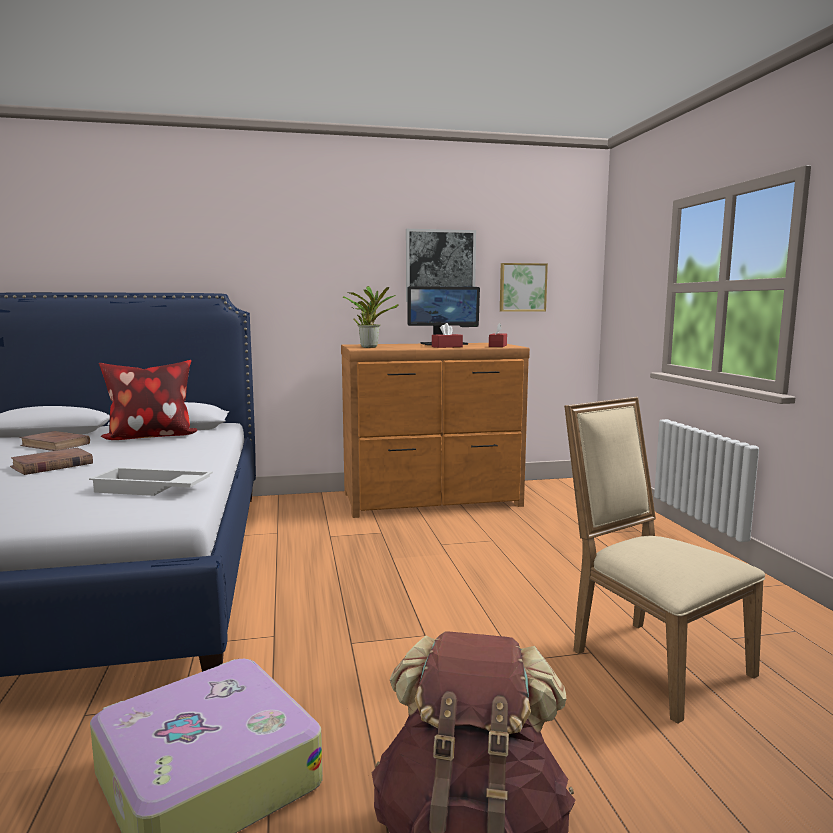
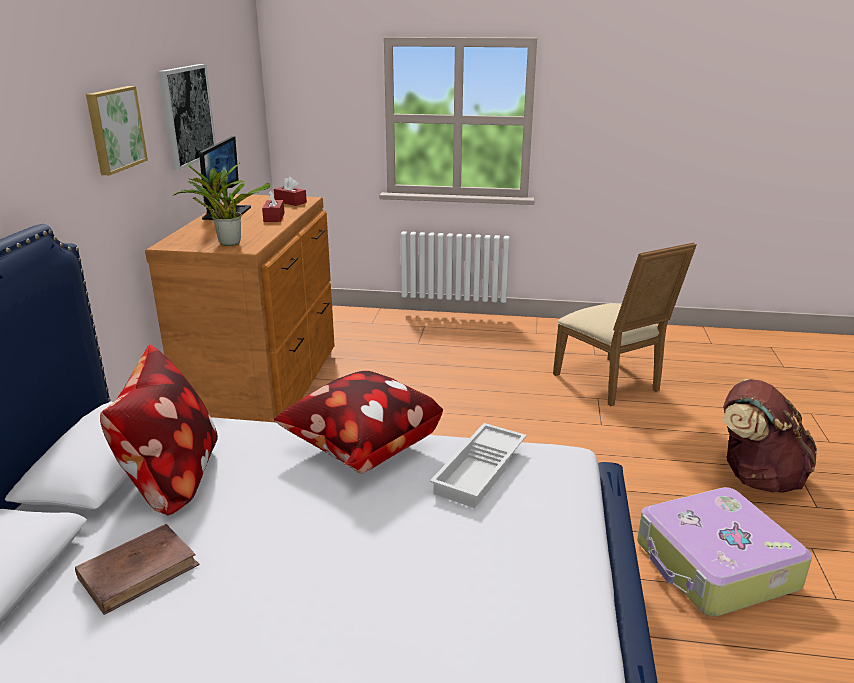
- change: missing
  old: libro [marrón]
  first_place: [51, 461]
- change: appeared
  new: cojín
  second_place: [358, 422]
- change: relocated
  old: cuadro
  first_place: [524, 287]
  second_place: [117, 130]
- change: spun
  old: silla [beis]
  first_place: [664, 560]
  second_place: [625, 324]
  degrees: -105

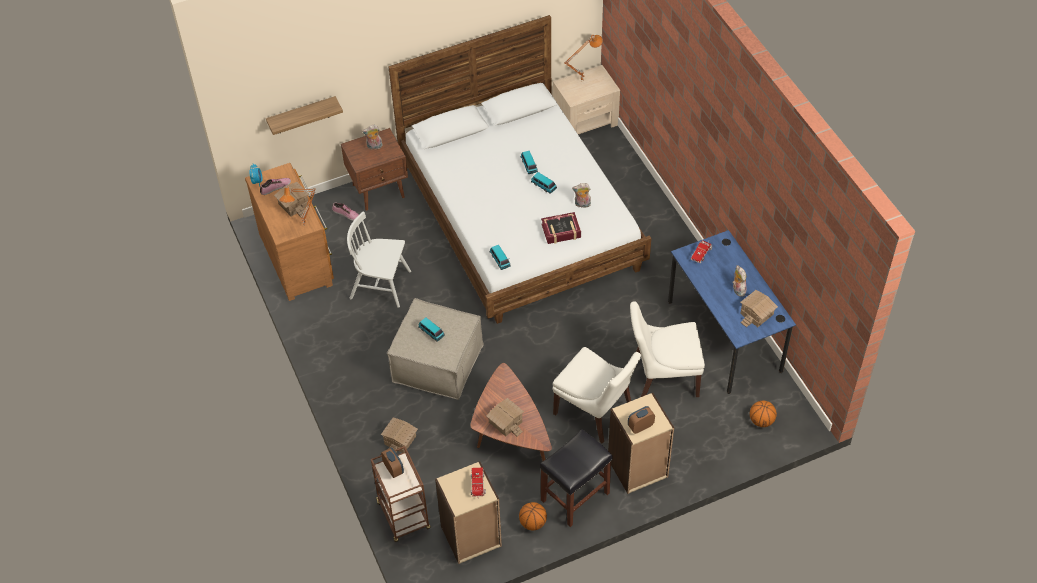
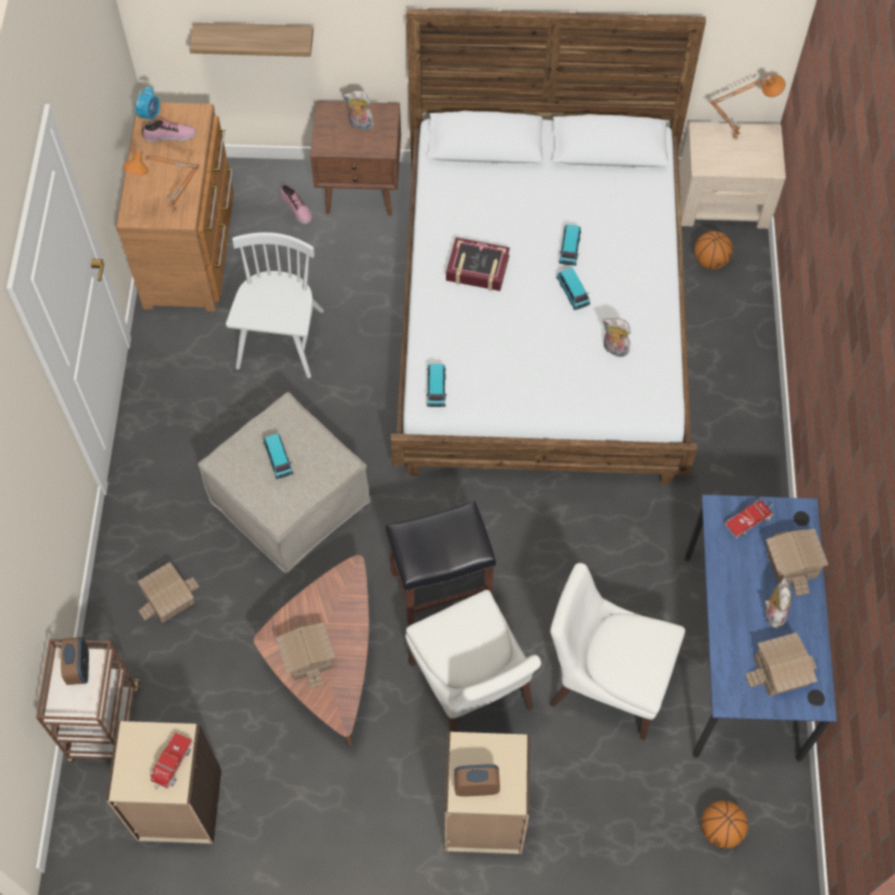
- change: relocated
  old: casita
  first_place: [291, 200]
  second_place: [797, 562]
- change: relocated
  old: balón de baloncesto
  first_place: [533, 516]
  second_place: [713, 250]
- change: relocated
  old: taburete [negro]
  first_place: [576, 478]
  second_place: [440, 564]
- change: relocated
  old: libro
  first_place: [561, 228]
  second_place: [478, 264]
- change: spun
  old: silla [blanco]
  first_place: [379, 260]
  second_place: [275, 305]
  degrees: 60

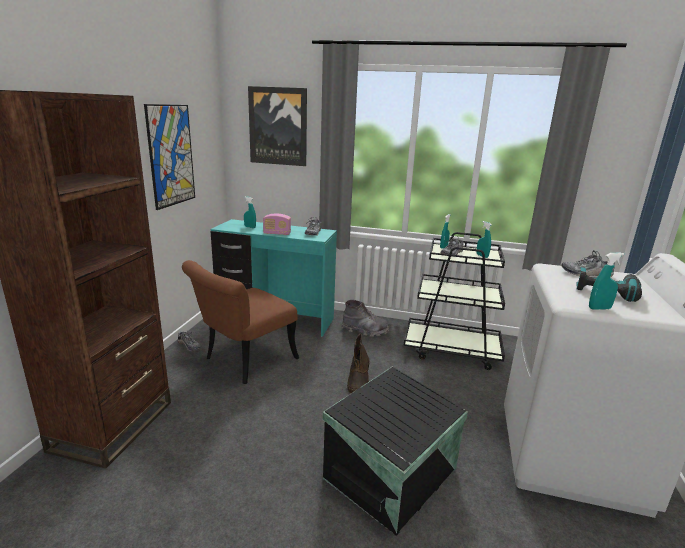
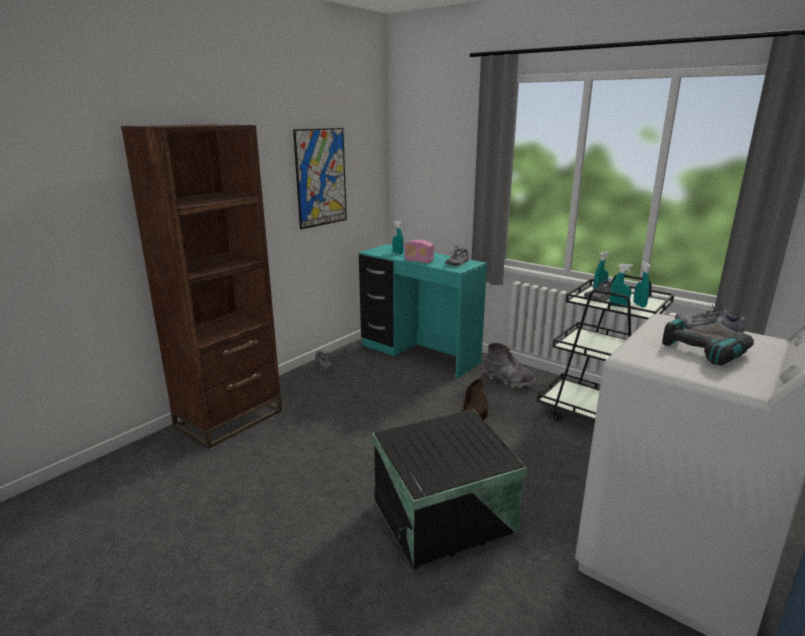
- change: missing
  old: silla [marrón]
  first_place: [240, 322]
- change: missing
  old: cuadro
  first_place: [277, 126]
- change: relocated
  old: pulverizador [turquesa]
  first_place: [607, 281]
  second_place: [621, 285]

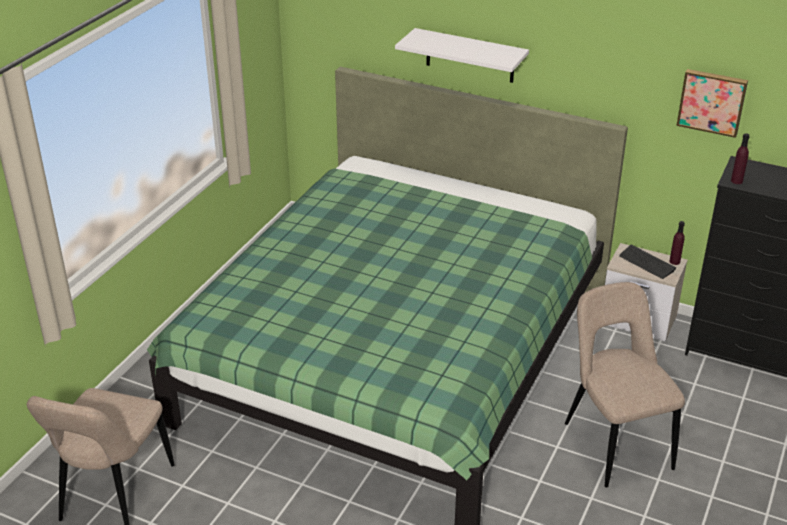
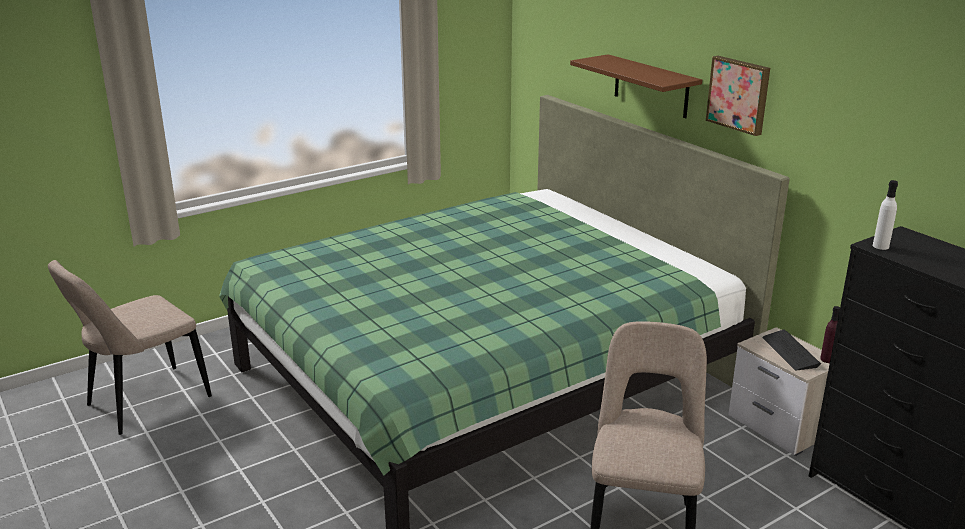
- change: relocated
  old: cuadro
  first_place: [712, 103]
  second_place: [738, 96]
- change: colour
  old: estante [blanco]
  new: estante [marrón]
  first_place: [462, 55]
  second_place: [636, 86]
- change: colour
  old: botella [morado]
  new: botella [blanco]
  first_place: [740, 158]
  second_place: [885, 215]

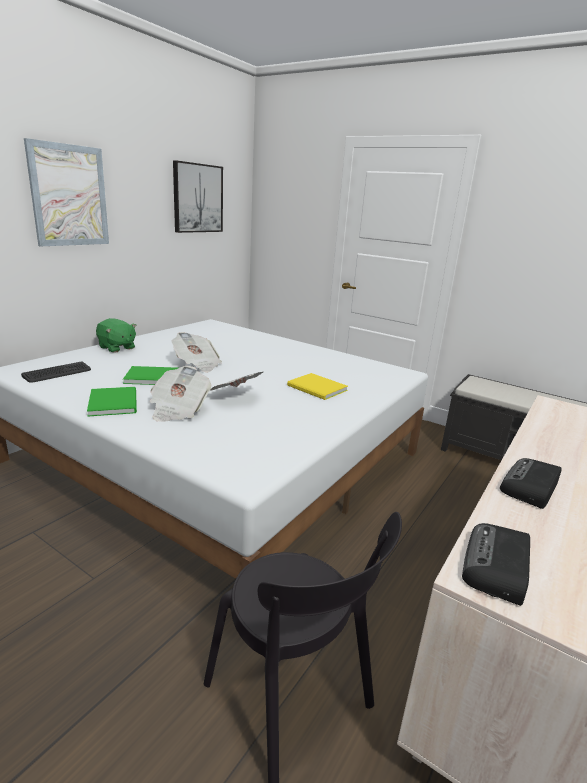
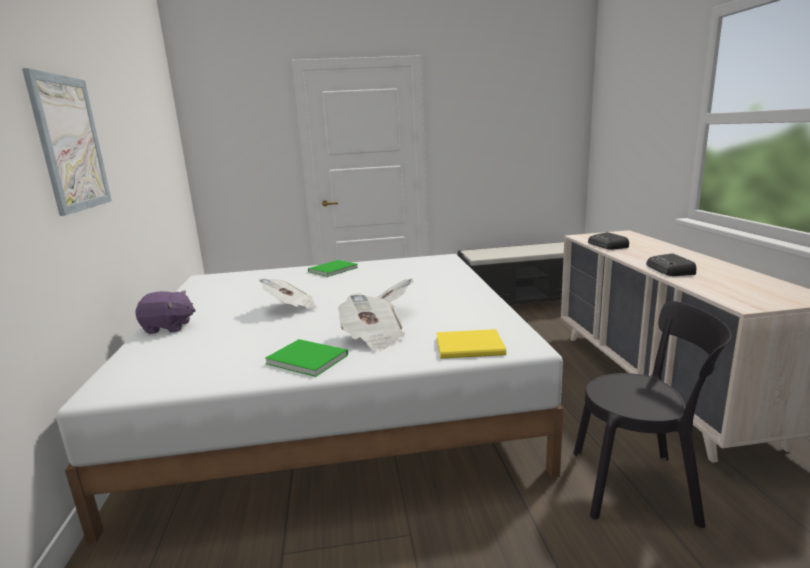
- change: missing
  old: teclado
  first_place: [56, 372]
- change: missing
  old: cuadro
  first_place: [198, 196]
- change: relocated
  old: libro [verde]
  first_place: [150, 375]
  second_place: [333, 268]
- change: relocated
  old: libro [amarillo]
  first_place: [317, 386]
  second_place: [471, 344]
- change: relocated
  old: radio
  first_place: [496, 564]
  second_place: [608, 241]
- change: colour
  old: peluche [verde]
  new: peluche [morado]
  first_place: [116, 335]
  second_place: [165, 312]

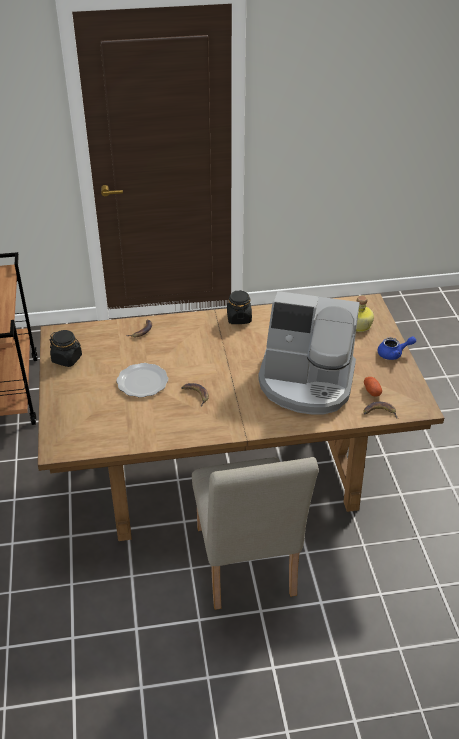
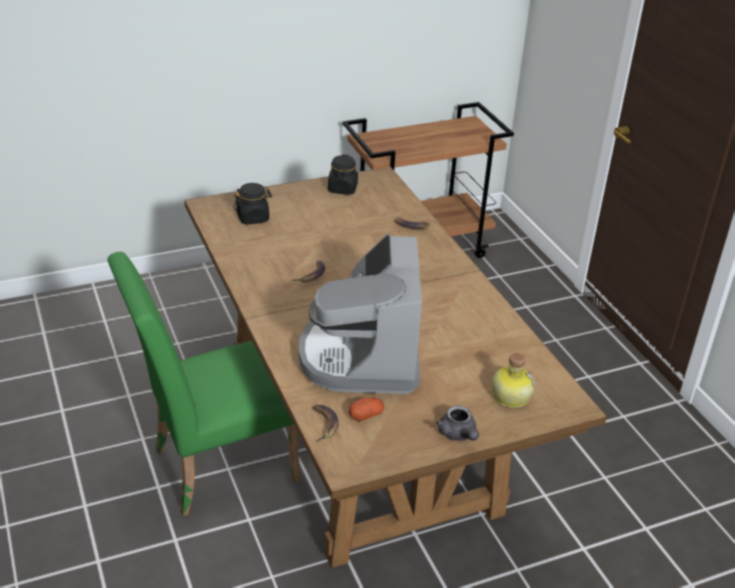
- change: missing
  old: plato
  first_place: [142, 380]
- change: relocated
  old: tarro [negro]
  first_place: [239, 307]
  second_place: [253, 203]
- change: colour
  old: silla [beis]
  new: silla [verde]
  first_place: [255, 533]
  second_place: [203, 384]
- change: colour
  old: tetera [azul]
  new: tetera [gris]
  first_place: [397, 348]
  second_place: [457, 423]

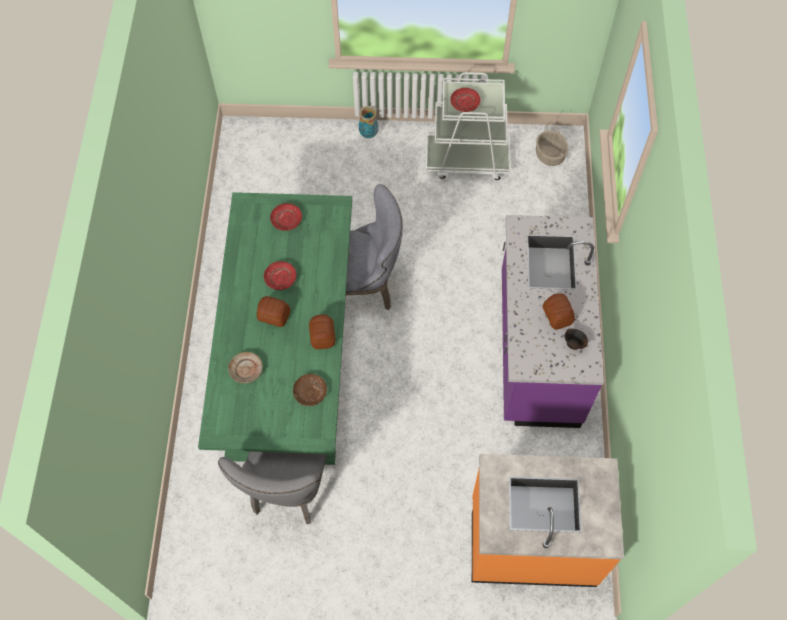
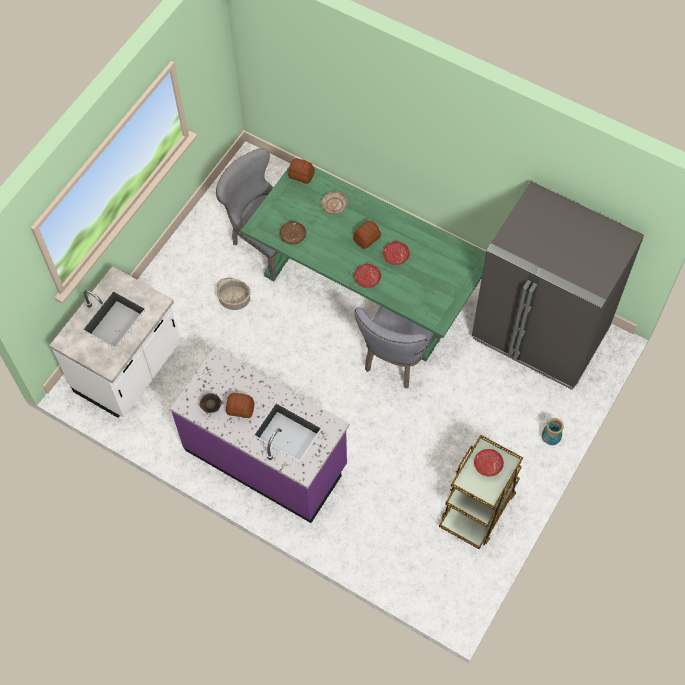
- change: appeared
  new: nevera [gris]
  second_place: [558, 285]
- change: relocated
  old: plato [rojo]
  first_place: [286, 217]
  second_place: [367, 276]
- change: relocated
  old: pan
  first_place: [322, 331]
  second_place: [301, 171]
- change: relocated
  old: cesta
  first_place: [552, 143]
  second_place: [234, 294]
- change: colour
  old: carrito [blanco]
  new: carrito [marrón]
  first_place: [468, 126]
  second_place: [481, 492]
- change: colour
  old: mueble bajo de cocina [naranja]
  new: mueble bajo de cocina [blanco]
  first_place: [548, 520]
  second_place: [115, 342]

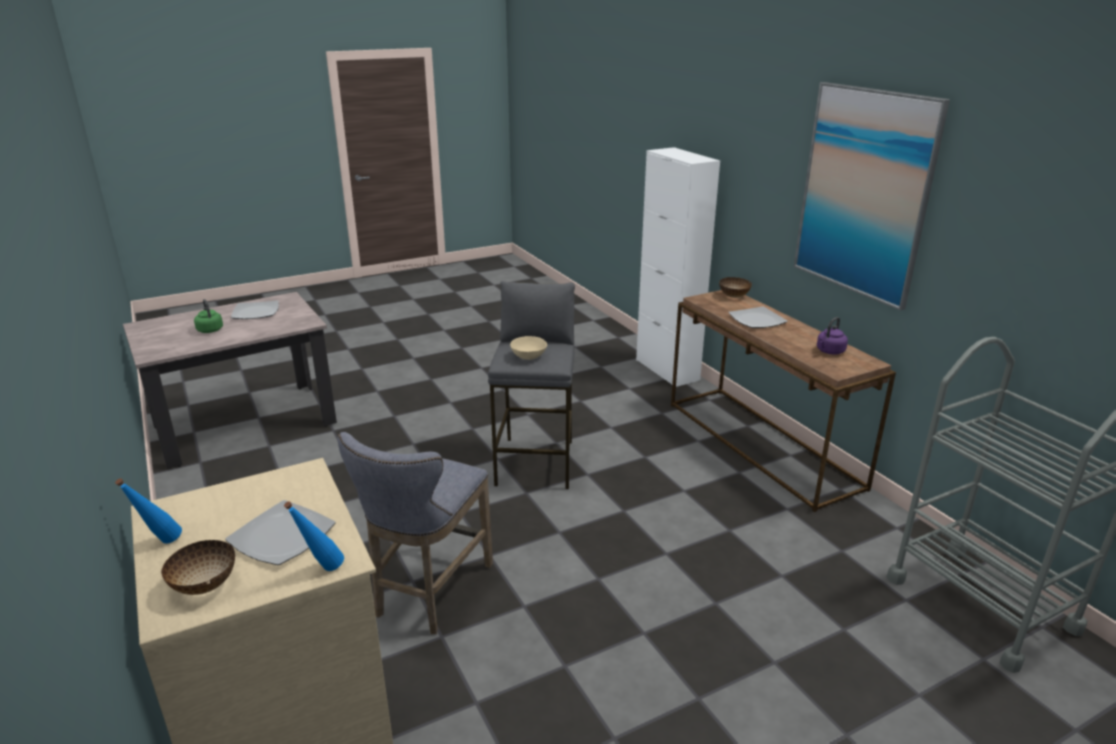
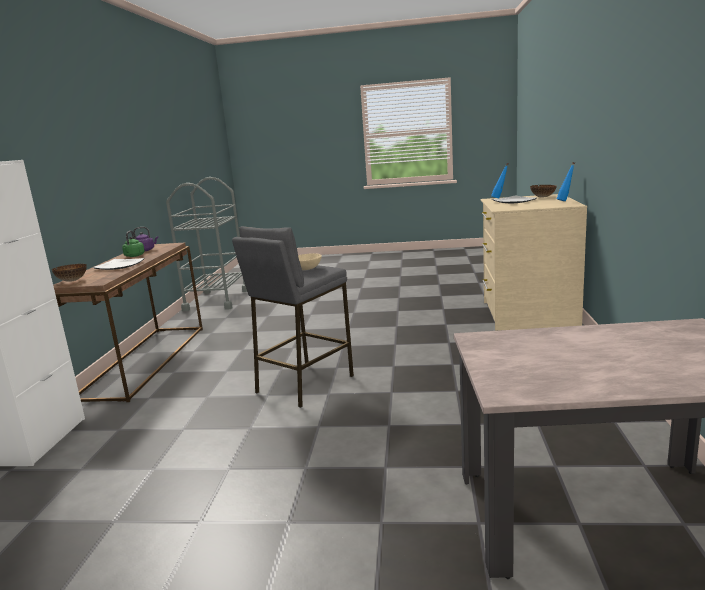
- change: missing
  old: plato
  first_place: [255, 309]
- change: missing
  old: taburete [gris]
  first_place: [415, 533]
- change: missing
  old: cuadro
  first_place: [872, 196]
- change: relocated
  old: hervidor [verde]
  first_place: [208, 316]
  second_place: [133, 244]

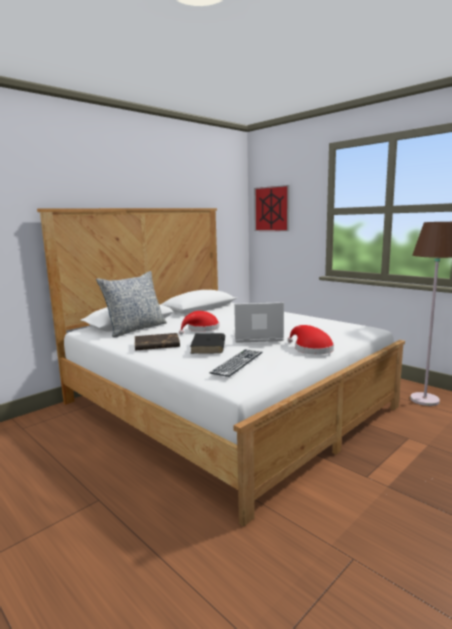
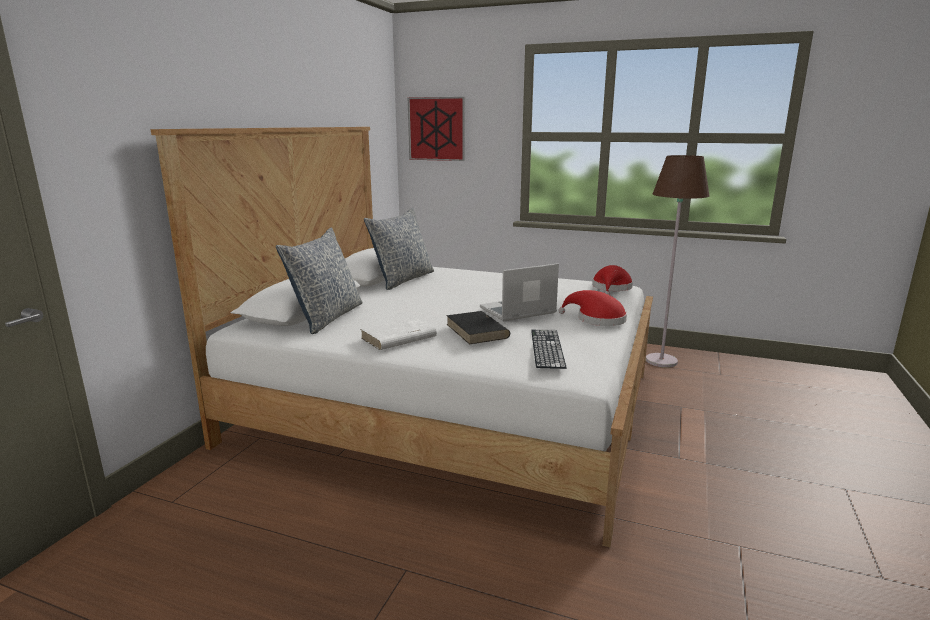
- change: appeared
  new: cojín
  second_place: [399, 249]
- change: relocated
  old: sombrero [rojo]
  first_place: [199, 323]
  second_place: [612, 280]
- change: colour
  old: libro [marrón]
  new: libro [blanco]
  first_place: [157, 342]
  second_place: [399, 333]

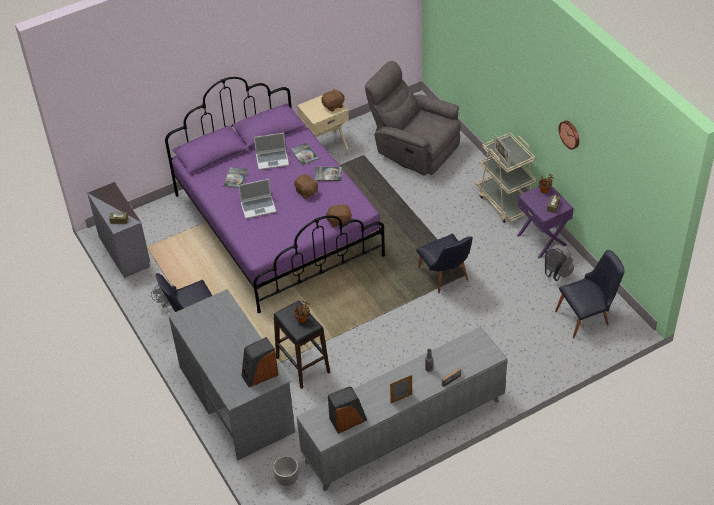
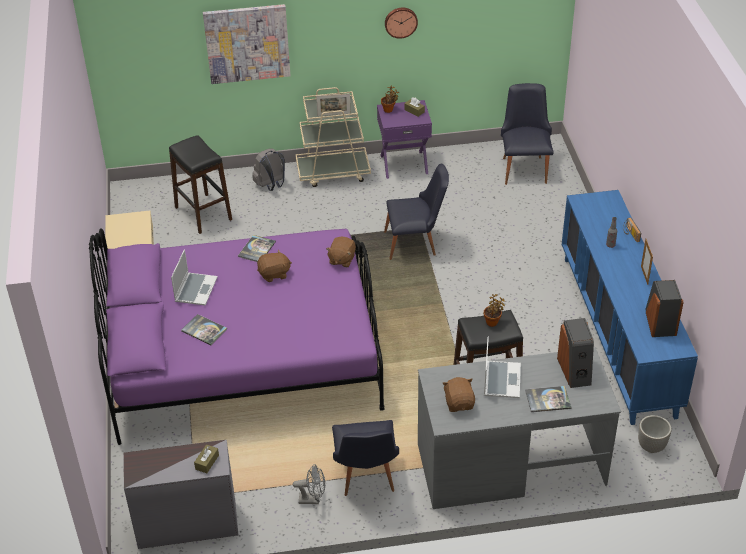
- change: appeared
  new: cuadro
  second_place: [247, 44]
- change: relocated
  old: portátil
  first_place: [257, 199]
  second_place: [502, 367]
- change: relocated
  old: libro
  first_place: [304, 154]
  second_place: [548, 399]
- change: relocated
  old: peluche [marrón]
  first_place: [333, 100]
  second_place: [458, 394]
- change: relocated
  old: mochila [gris]
  first_place: [559, 262]
  second_place: [268, 170]
- change: exchanged
  old: sillón [gris]
  new: taburete [negro]
  first_place: [413, 118]
  second_place: [200, 184]
- change: colour
  old: armario [gris]
  new: armario [azul]
  first_place: [402, 409]
  second_place: [630, 307]

